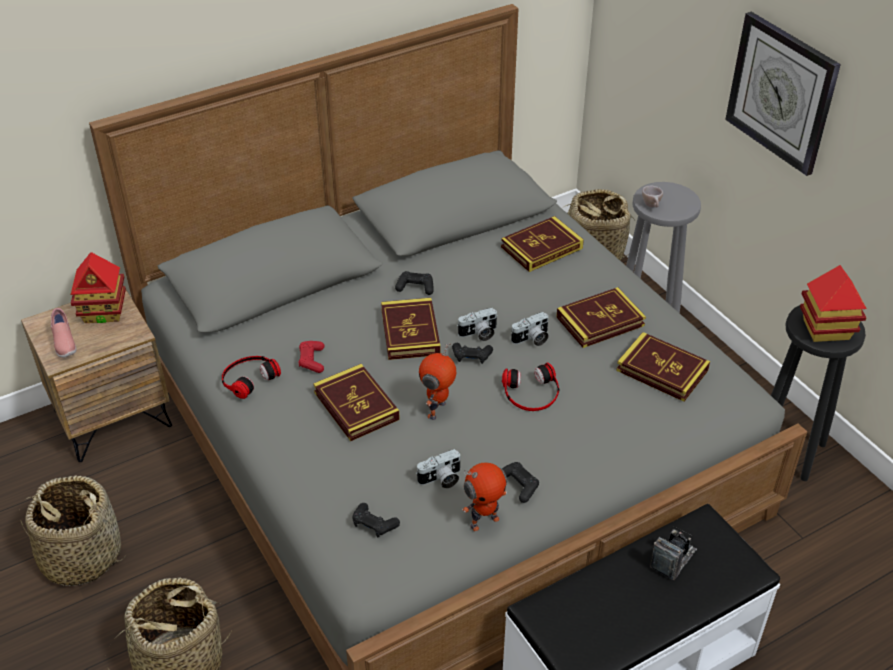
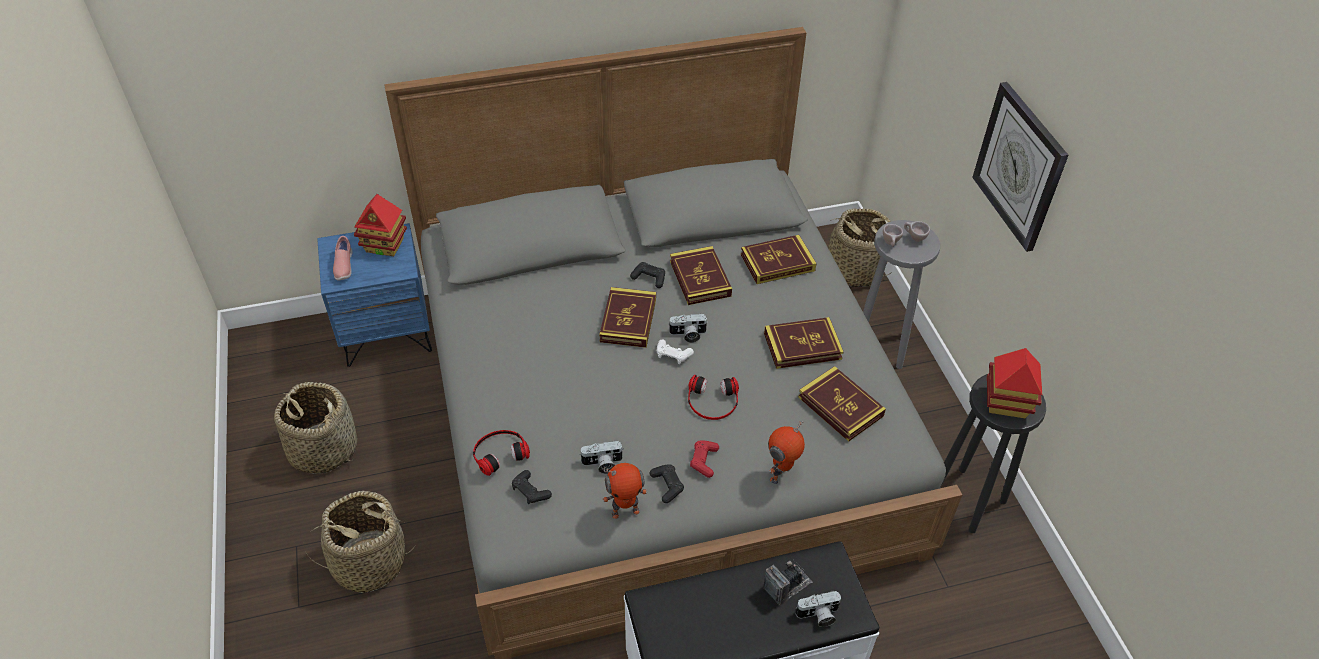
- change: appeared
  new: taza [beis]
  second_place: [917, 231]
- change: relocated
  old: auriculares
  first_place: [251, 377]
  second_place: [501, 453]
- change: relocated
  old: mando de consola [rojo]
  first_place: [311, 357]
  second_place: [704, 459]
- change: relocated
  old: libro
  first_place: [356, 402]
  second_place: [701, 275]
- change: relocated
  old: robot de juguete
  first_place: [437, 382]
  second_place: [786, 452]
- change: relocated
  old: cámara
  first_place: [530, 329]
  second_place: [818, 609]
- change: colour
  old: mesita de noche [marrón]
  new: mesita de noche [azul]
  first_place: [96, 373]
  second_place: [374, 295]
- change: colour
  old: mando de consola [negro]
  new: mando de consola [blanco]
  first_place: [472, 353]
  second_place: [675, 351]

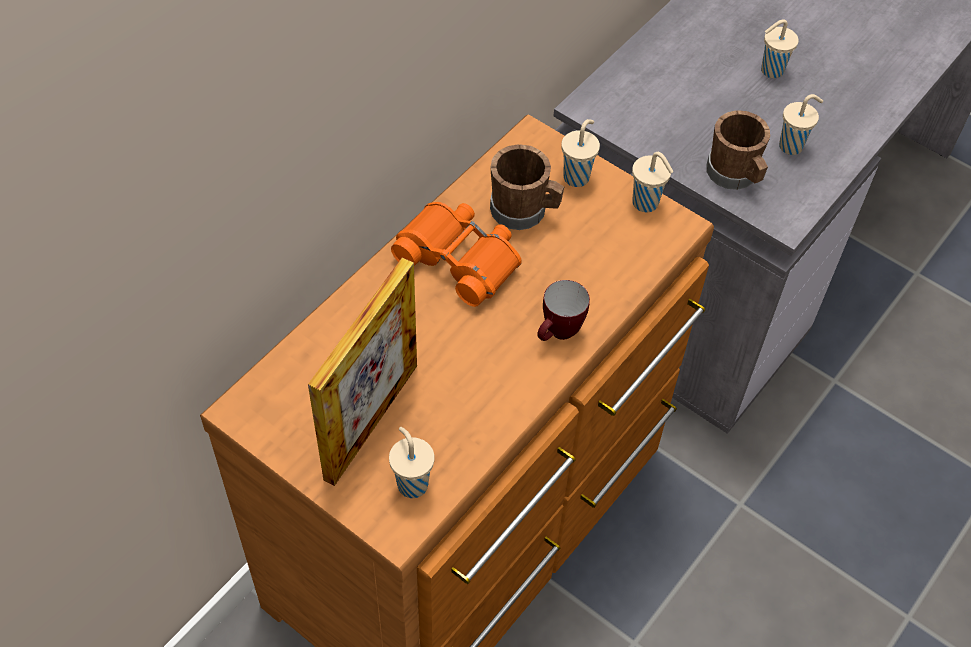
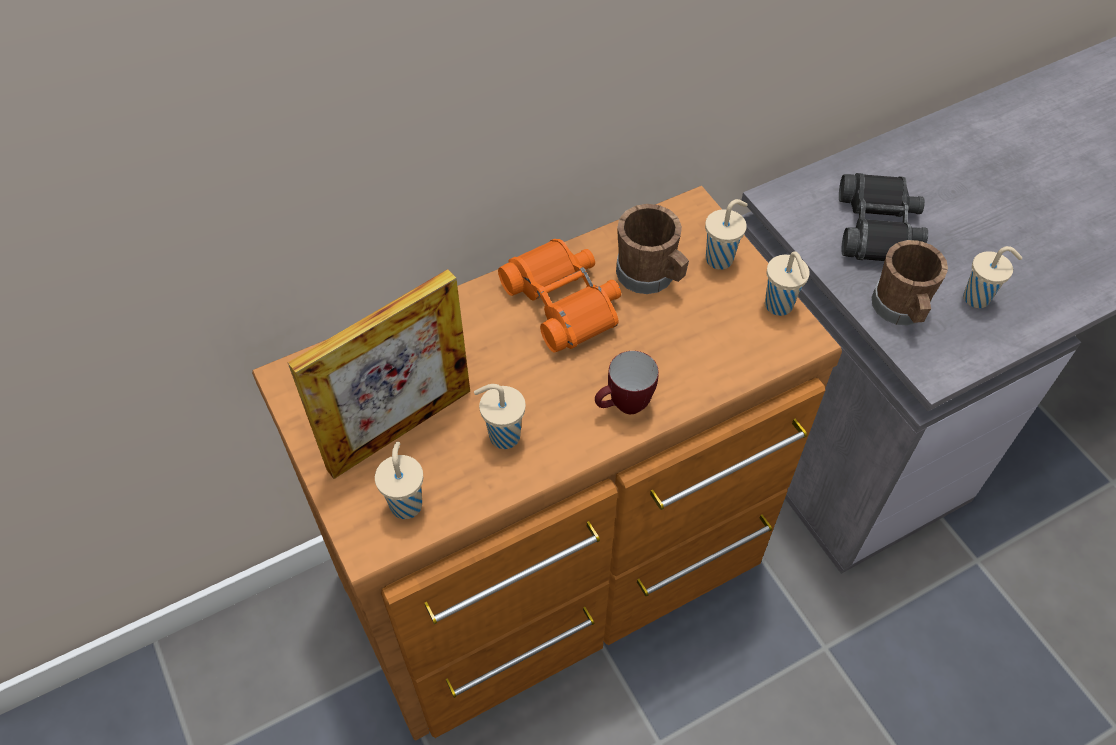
- change: appeared
  new: prismáticos [negro]
  second_place: [883, 217]
- change: relocated
  old: taza [beis]
  first_place: [780, 48]
  second_place: [500, 416]

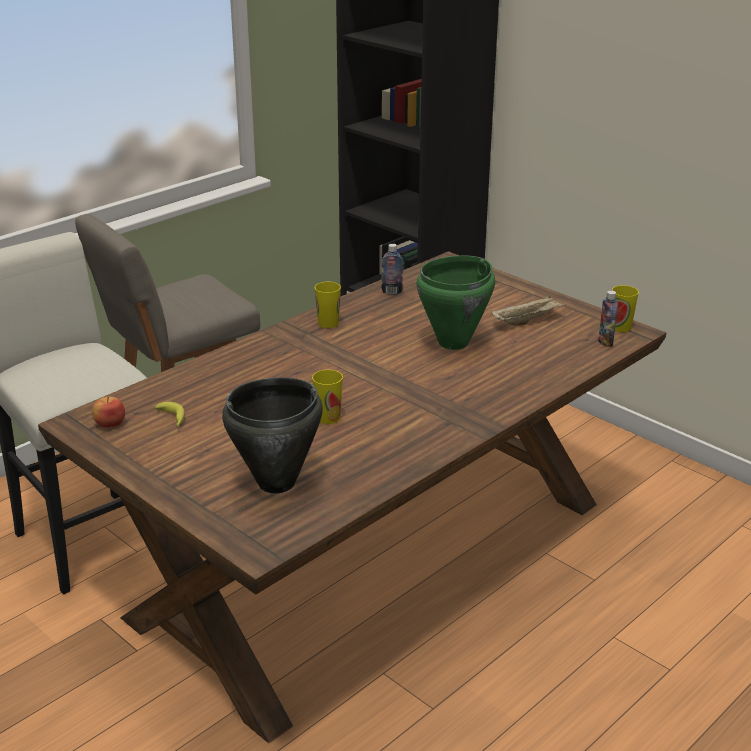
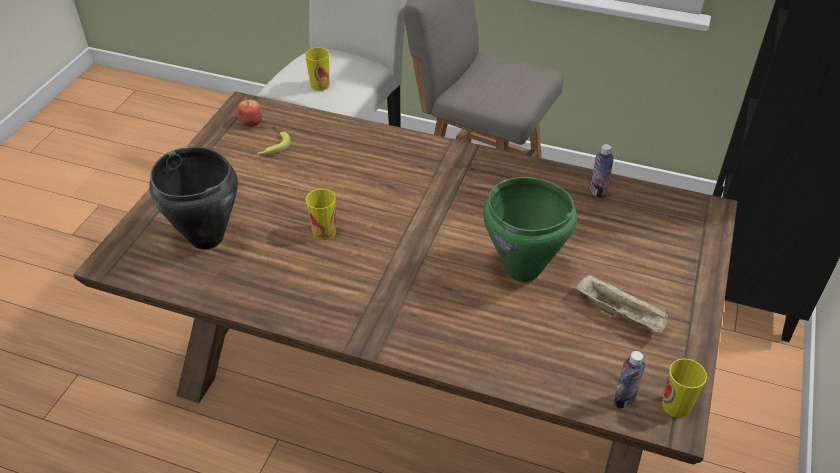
- change: relocated
  old: taza
  first_place: [328, 305]
  second_place: [317, 69]

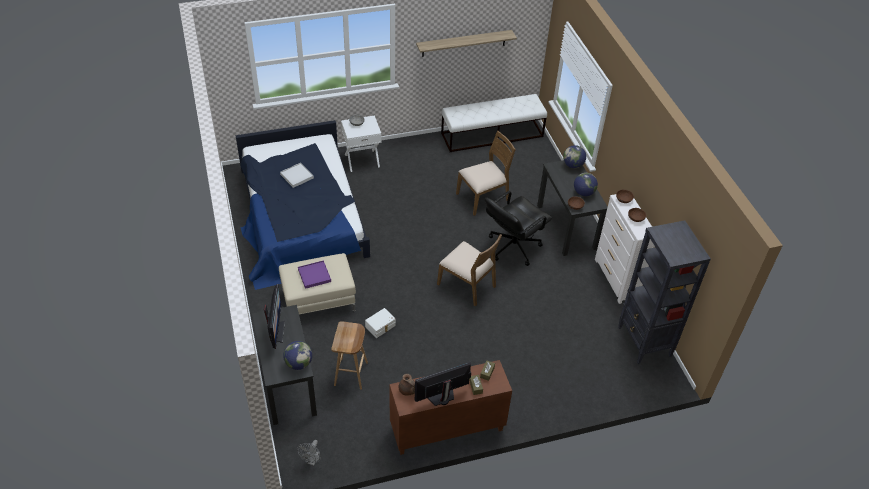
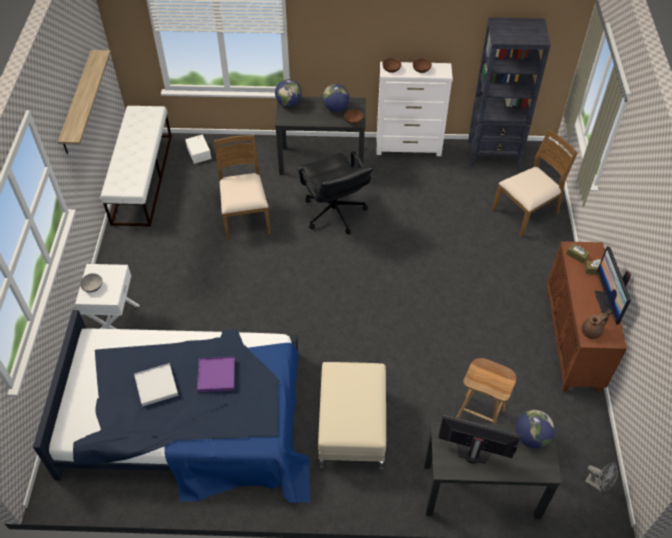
- change: relocated
  old: bandeja [morado]
  first_place: [314, 274]
  second_place: [216, 374]
- change: relocated
  old: caja de almacenaje [blanco]
  first_place: [380, 323]
  second_place: [198, 149]
- change: relocated
  old: silla [marrón]
  first_place: [469, 270]
  second_place: [535, 183]

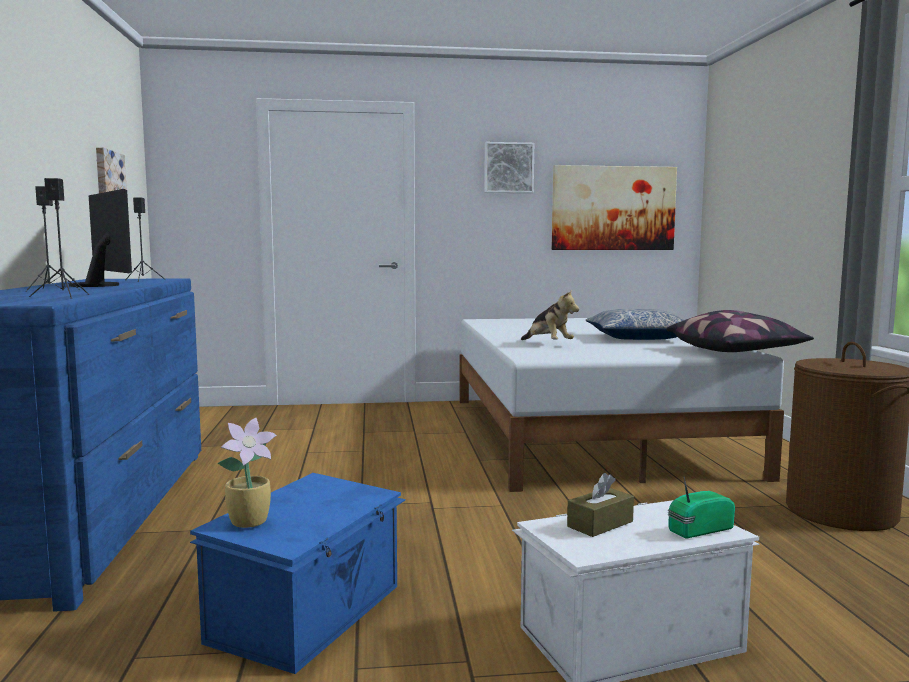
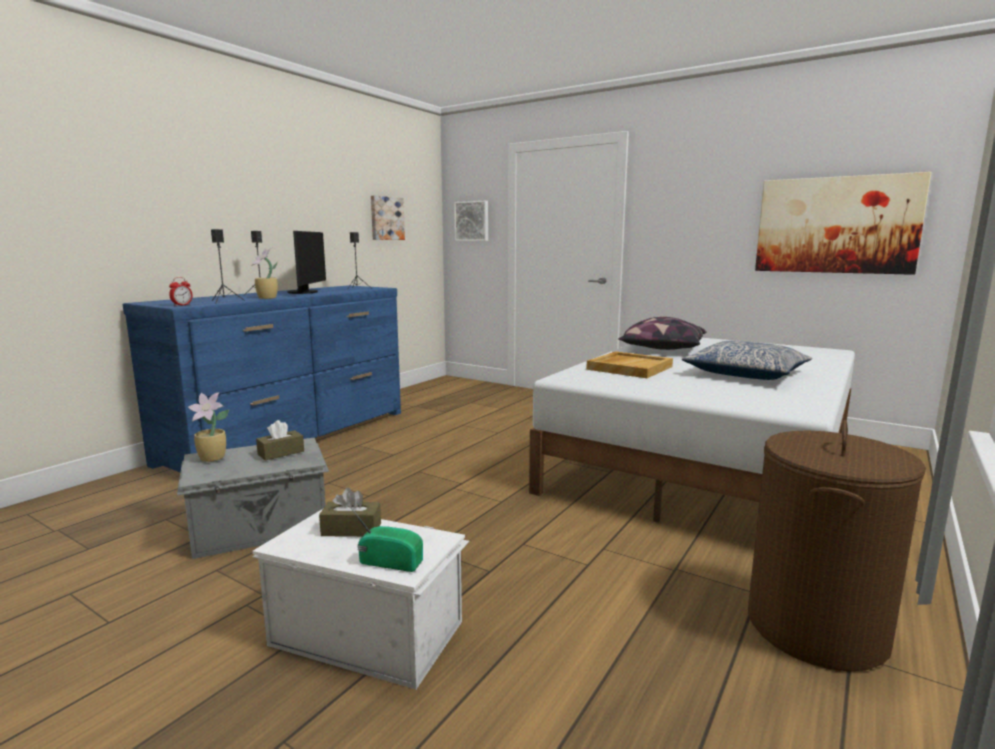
- change: appeared
  new: despertador
  second_place: [181, 291]
- change: appeared
  new: planta en maceta
  second_place: [265, 273]
- change: appeared
  new: caja de pañuelos [marrón]
  second_place: [280, 440]
- change: relocated
  old: cuadro
  first_place: [509, 167]
  second_place: [471, 221]
- change: relocated
  old: cojín
  first_place: [740, 331]
  second_place: [662, 333]
- change: exchanged
  old: peluche
  new: bandeja [beis]
  first_place: [550, 315]
  second_place: [629, 364]
- change: colour
  old: caja de almacenaje [azul]
  new: caja de almacenaje [gris]
  first_place: [298, 573]
  second_place: [253, 498]

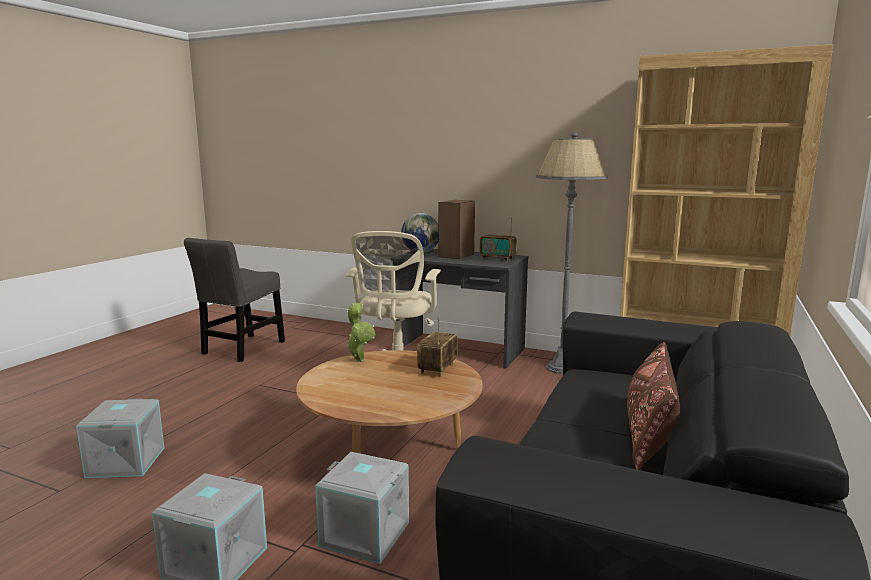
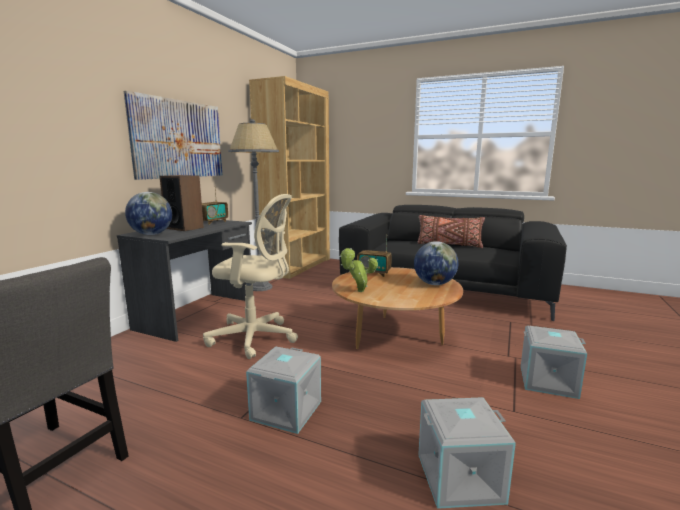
- change: appeared
  new: cuadro
  second_place: [173, 135]
- change: appeared
  new: globo terráqueo
  second_place: [436, 263]
- change: relocated
  old: caja de almacenaje [gris]
  first_place: [362, 508]
  second_place: [283, 390]

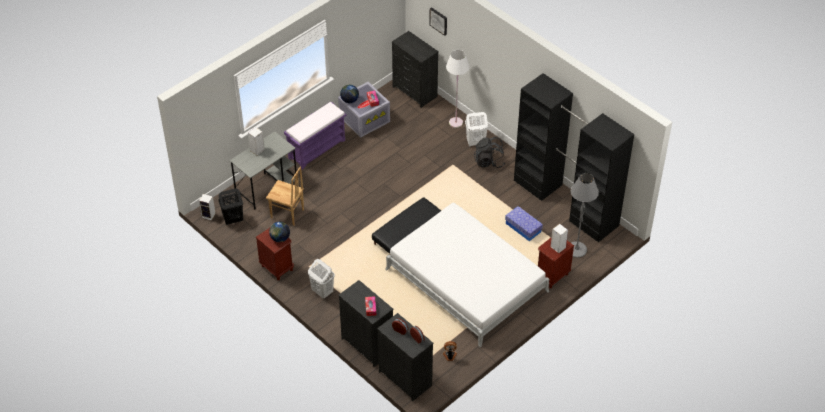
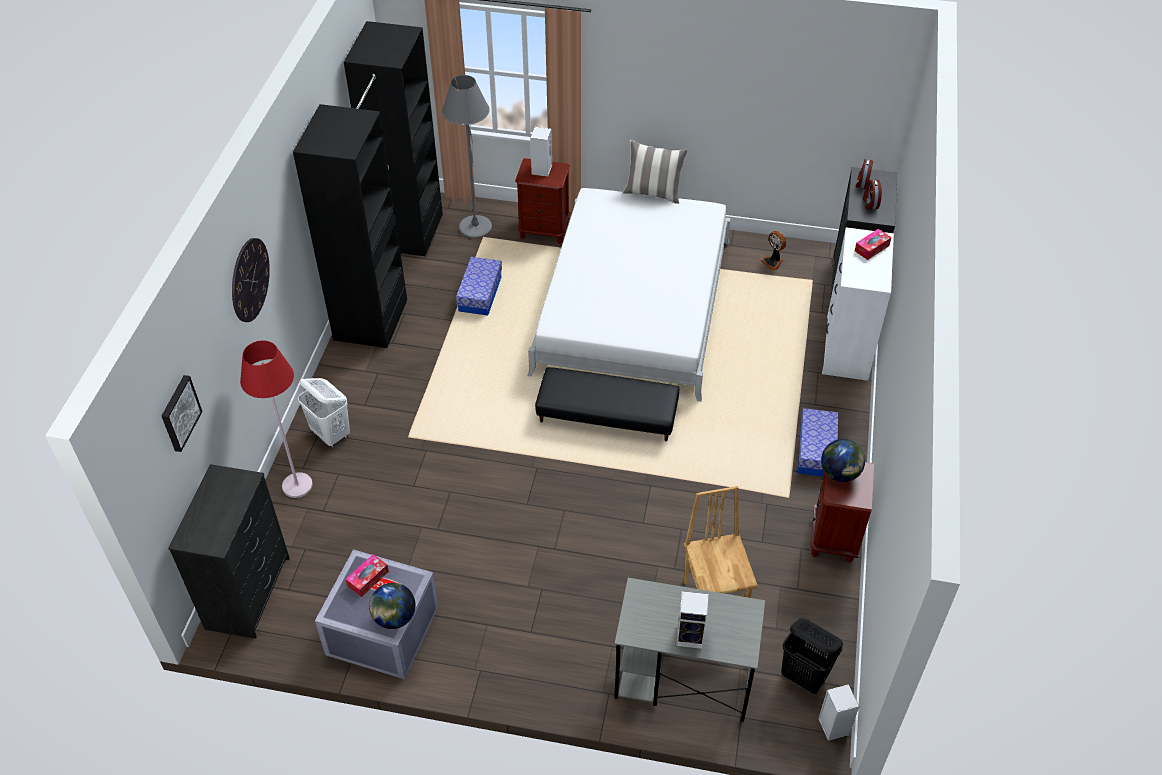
- change: missing
  old: banco [morado]
  first_place: [315, 136]
- change: missing
  old: mochila [negro]
  first_place: [489, 152]
- change: appeared
  new: reloj de pared
  second_place: [251, 280]
- change: appeared
  new: cojín
  second_place: [655, 172]
- change: exchanged
  old: cesto de la ropa [blanco]
  new: caja de almacenaje
  first_place: [321, 279]
  second_place: [818, 442]
- change: colour
  old: cómoda [negro]
  new: cómoda [blanco]
  first_place: [365, 323]
  second_place: [858, 304]
- change: colour
  old: lámpara de pie [blanco]
  new: lámpara de pie [rojo]
  first_place: [458, 89]
  second_place: [276, 419]

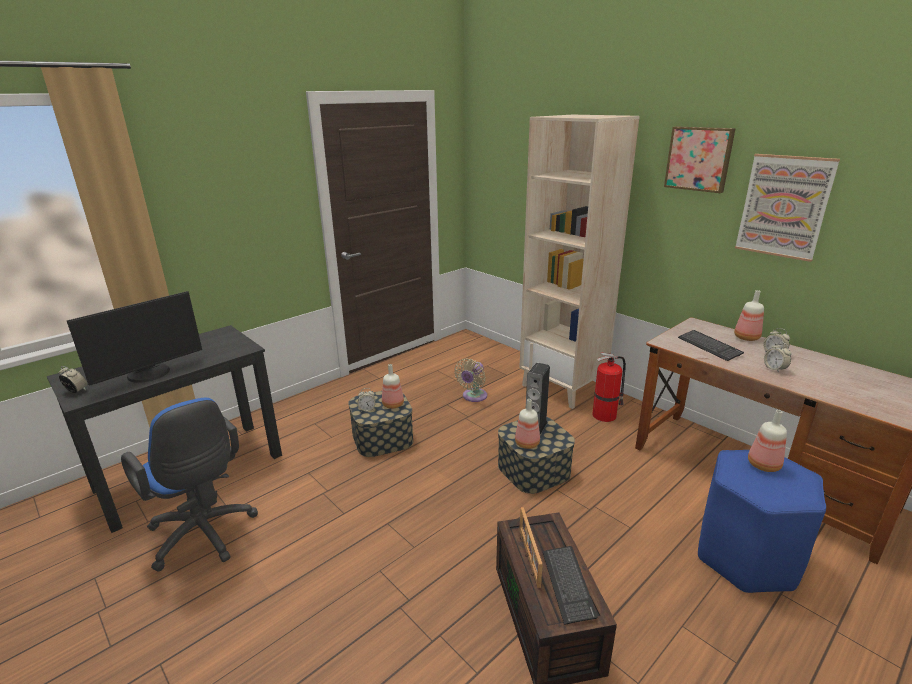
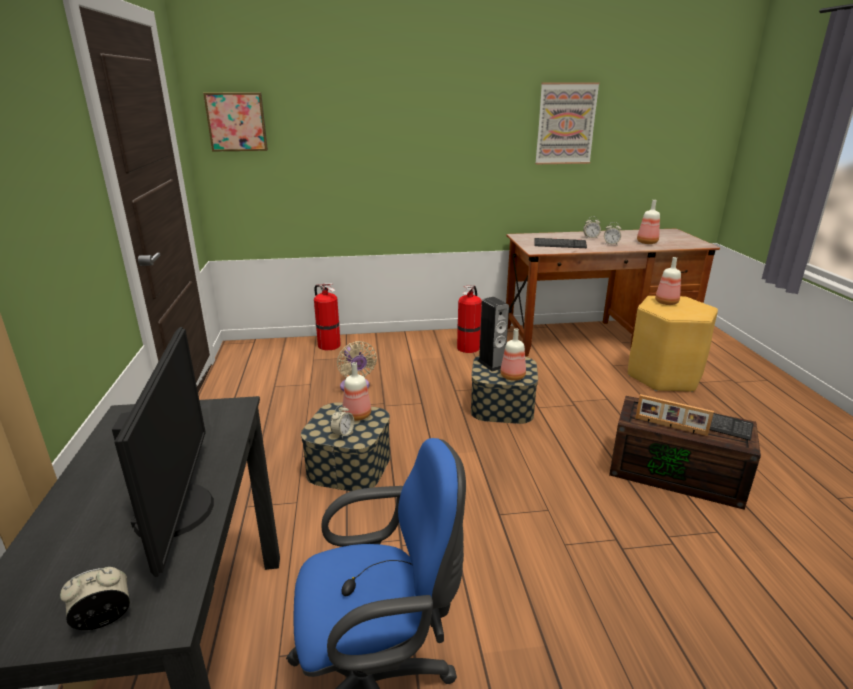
- change: missing
  old: estantería [beis]
  first_place: [579, 262]
- change: appeared
  new: extintor
  second_place: [327, 316]
- change: relocated
  old: cuadro
  first_place: [700, 159]
  second_place: [235, 122]
- change: relocated
  old: botella
  first_place: [749, 315]
  second_place: [648, 222]
- change: colour
  old: taburete [azul]
  new: taburete [amarillo]
  first_place: [762, 521]
  second_place: [673, 344]

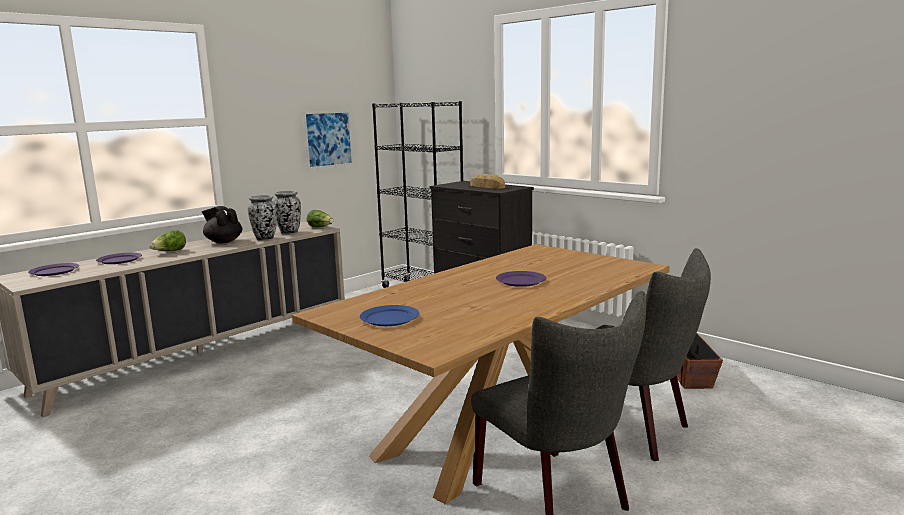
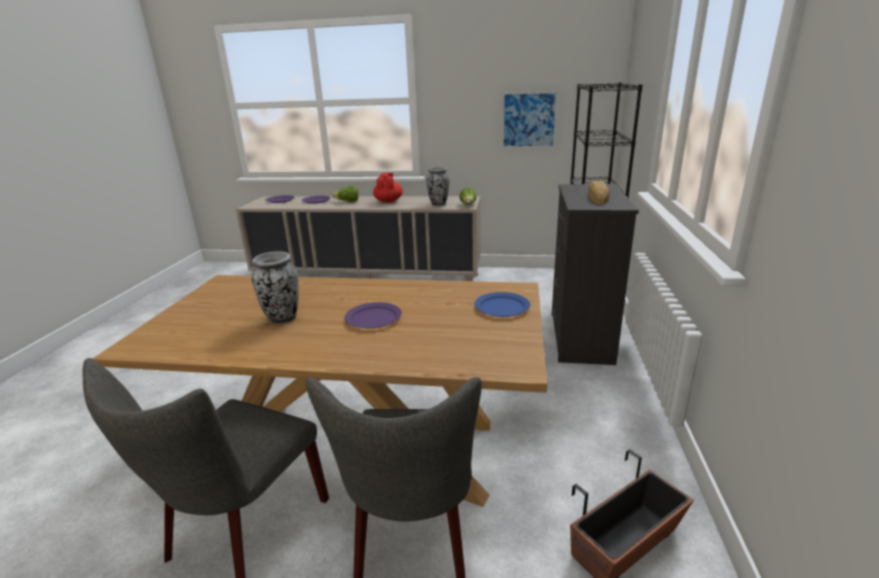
- change: relocated
  old: florero
  first_place: [262, 218]
  second_place: [275, 287]
- change: relocated
  old: plato [azul]
  first_place: [389, 315]
  second_place: [502, 304]
- change: colour
  old: tetera [negro]
  new: tetera [rojo]
  first_place: [222, 225]
  second_place: [388, 188]

